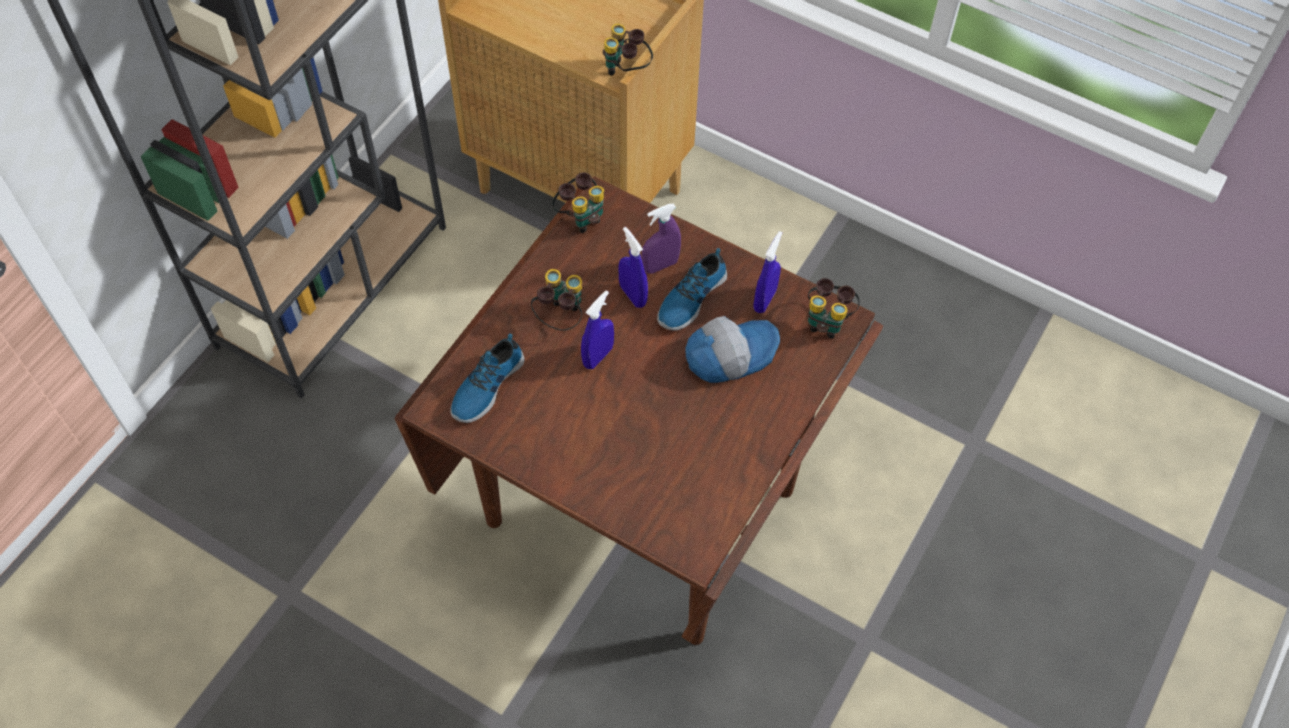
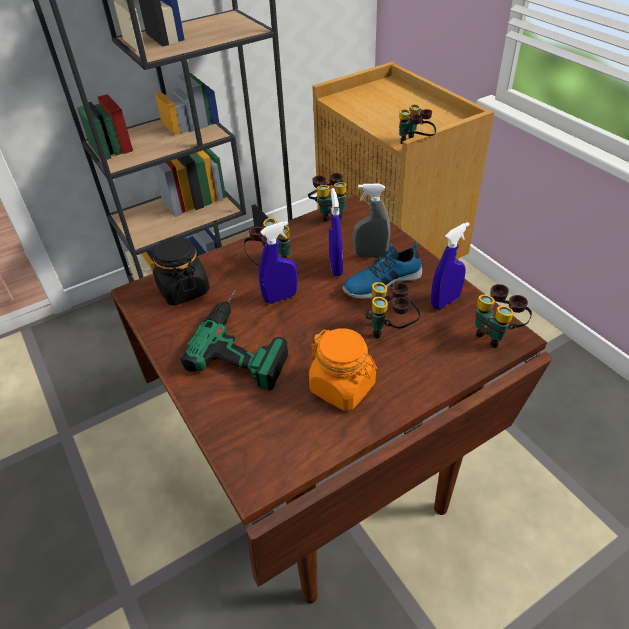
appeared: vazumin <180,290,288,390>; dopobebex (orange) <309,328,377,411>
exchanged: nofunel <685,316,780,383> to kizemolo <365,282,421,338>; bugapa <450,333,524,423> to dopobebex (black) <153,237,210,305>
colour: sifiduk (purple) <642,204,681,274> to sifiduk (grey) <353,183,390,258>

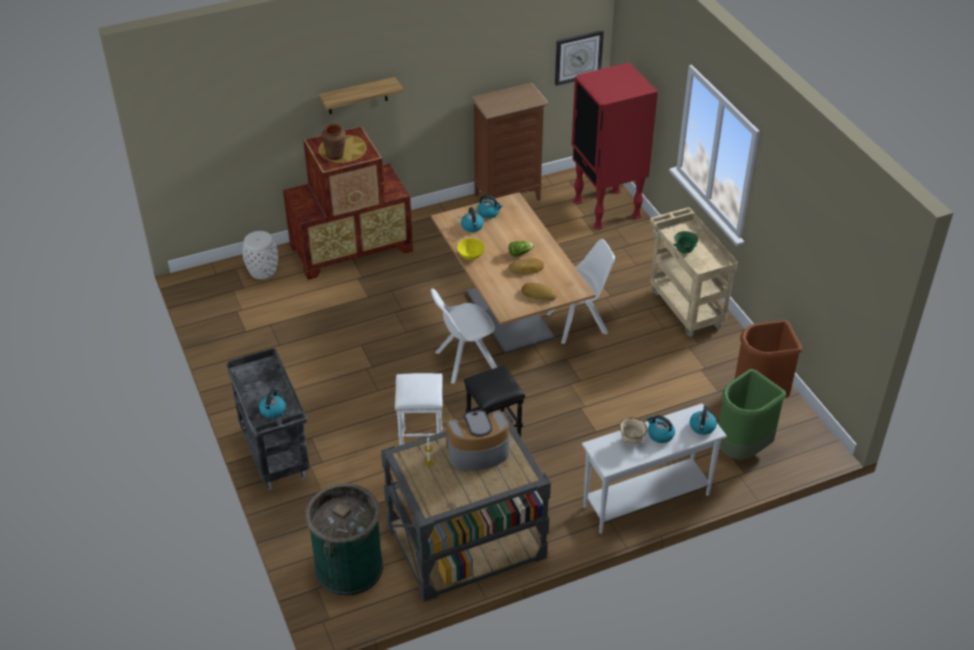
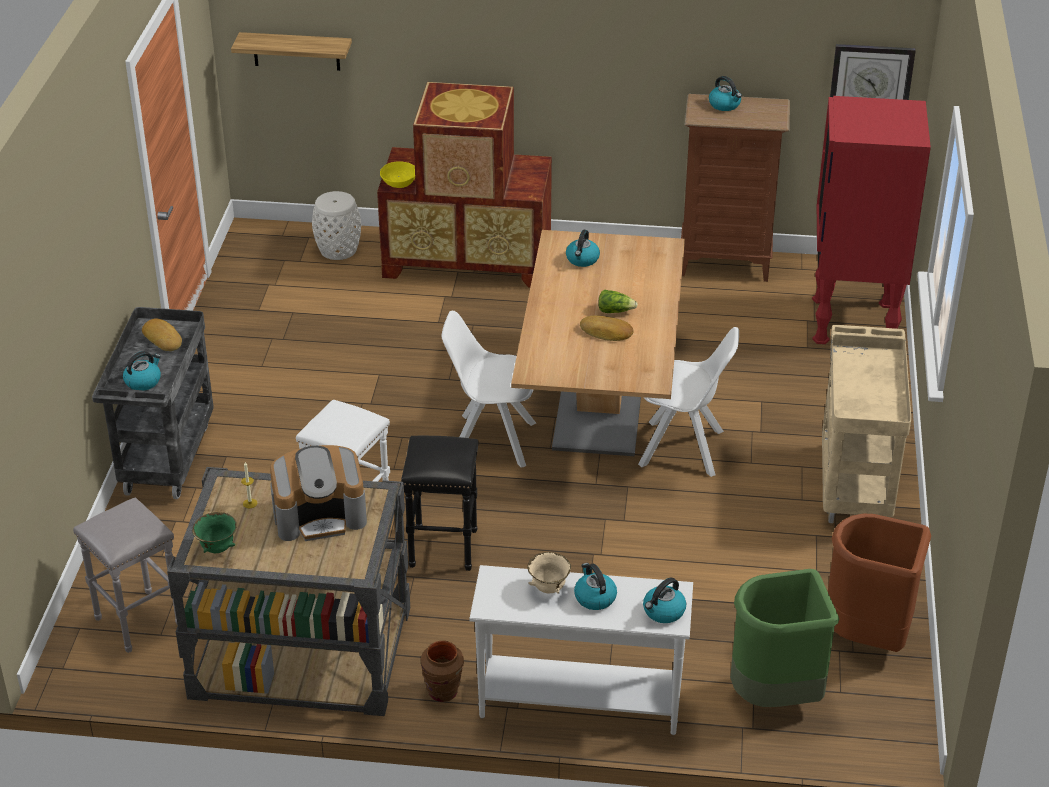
relocated: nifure <318,77,404,114> to <231,32,352,71>; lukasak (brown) <322,124,346,160> to <421,640,464,702>; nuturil <477,195,503,218> to <709,76,742,111>; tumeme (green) <673,231,698,254> to <192,512,237,553>; tumeme (yellow) <457,238,485,259> to <380,161,415,188>; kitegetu <521,283,557,301> to <142,318,182,351>
exchanged: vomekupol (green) <305,484,383,596> to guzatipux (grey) <73,498,178,653>
spun: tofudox <446,410,510,470> = <270,445,367,541> 150 degrees clockwise

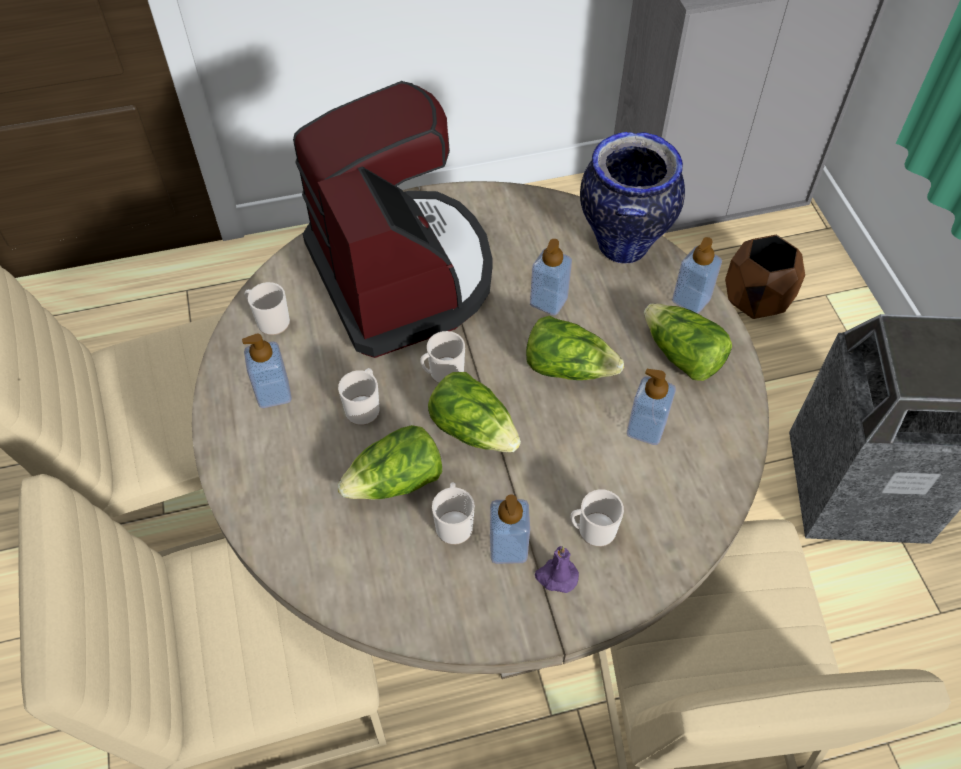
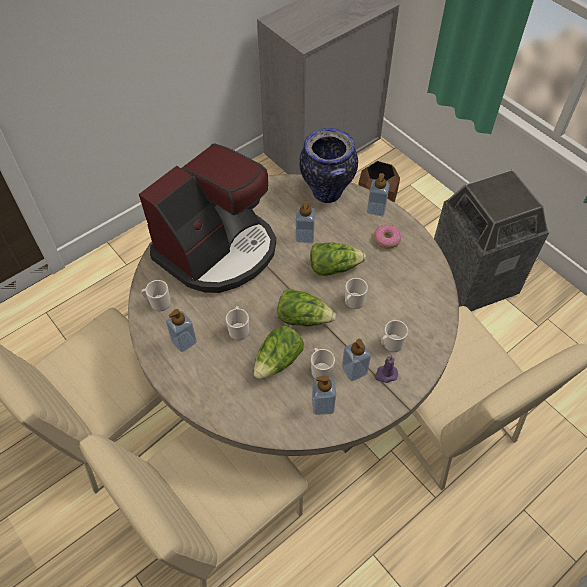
relocated: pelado <420,331,465,383> to <345,278,368,309>; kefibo <627,369,676,445> to <312,375,336,415>
exchanged: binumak <644,304,732,381> to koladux <374,224,402,248>
spun: tofudox <293,81,493,358> = <139,144,276,293> 90 degrees clockwise

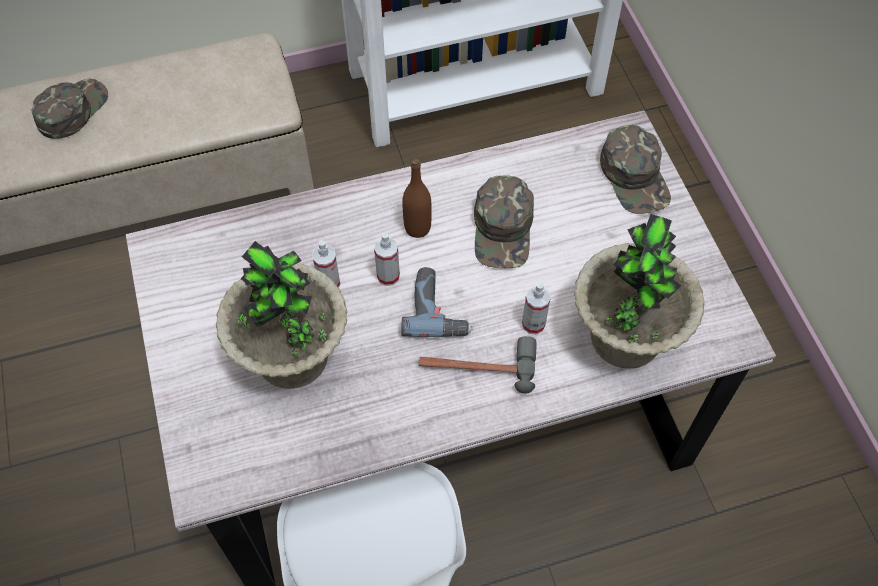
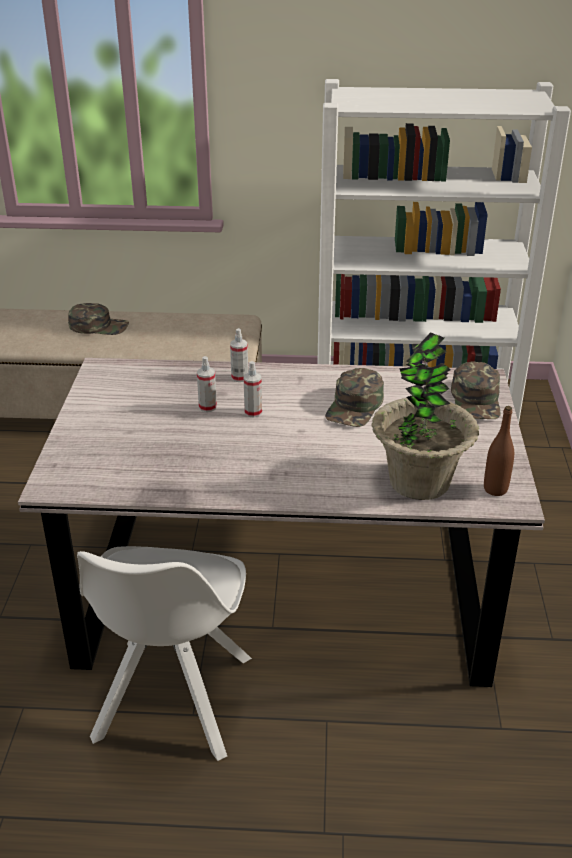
missing: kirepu <216,241,347,389>; vazumin <401,267,473,337>; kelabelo <419,336,536,394>
relocated: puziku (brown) <402,158,432,238> to <484,406,514,496>; sifiduk <522,282,551,335> to <230,328,248,382>
spun: nofunel (green) <32,79,108,139> = <68,303,129,335> 45 degrees clockwise

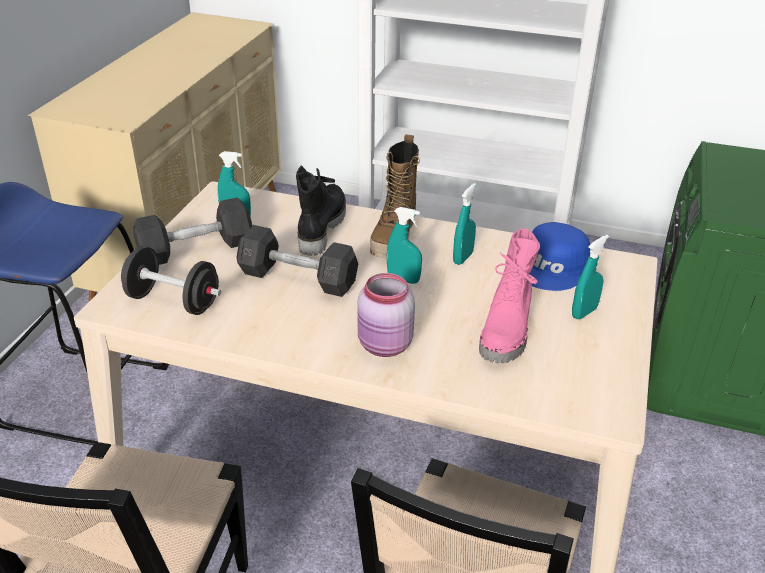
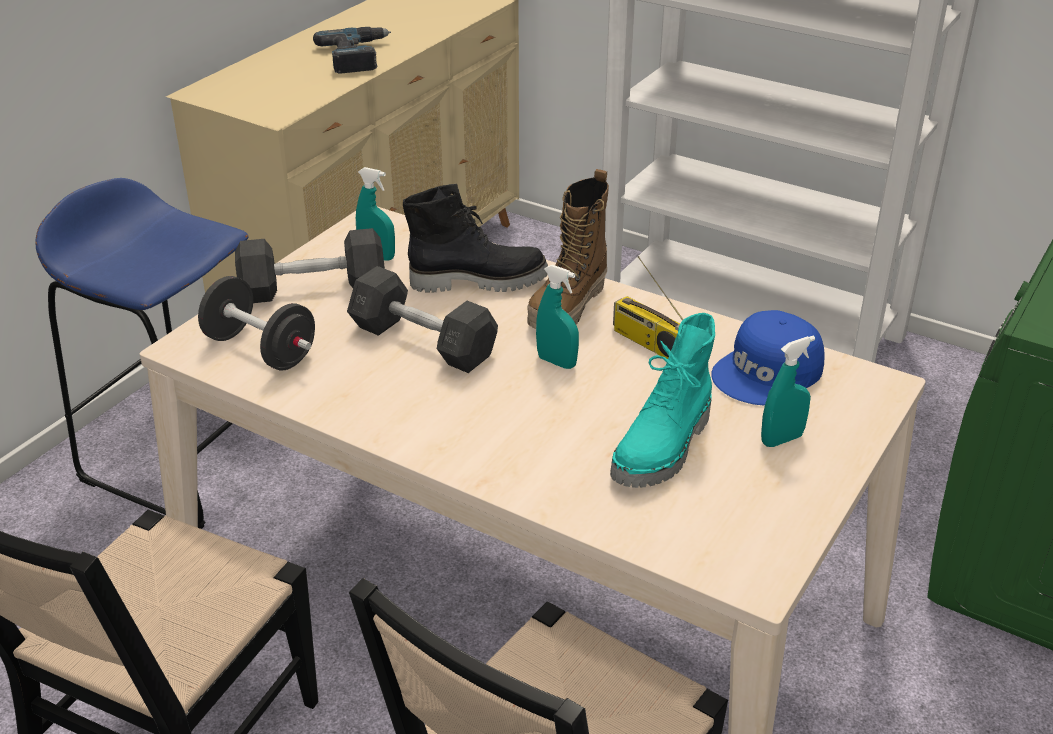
missing: dopobebex (pink) <358,273,415,357>
appeared: vazumin <313,27,391,74>
exchanged: sifiduk (turquoise) <453,183,476,265> to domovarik <613,256,683,359>
colour: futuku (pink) <479,228,540,363> to futuku (turquoise) <610,313,715,488>
spun: futuku (black) <296,165,346,256> = <403,184,548,293> 60 degrees clockwise

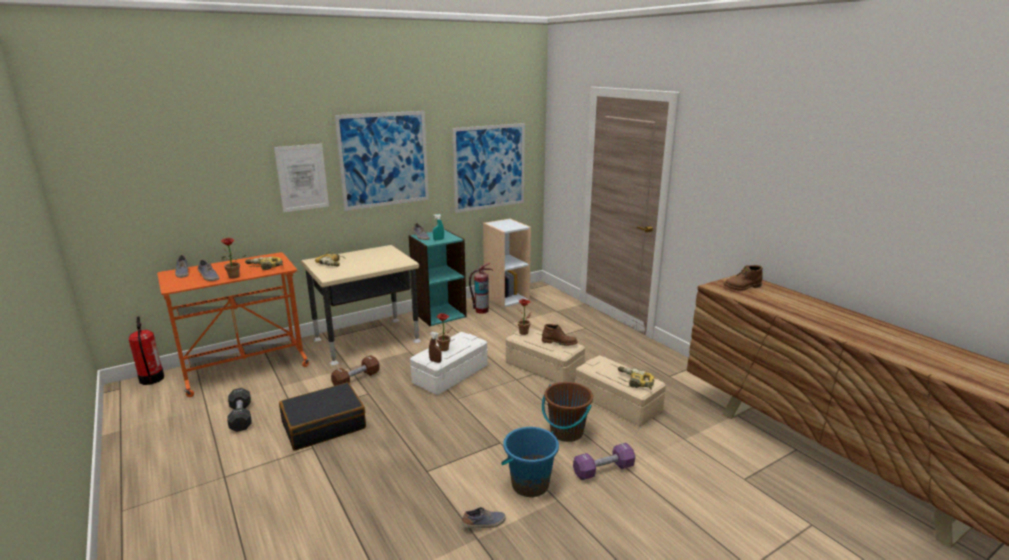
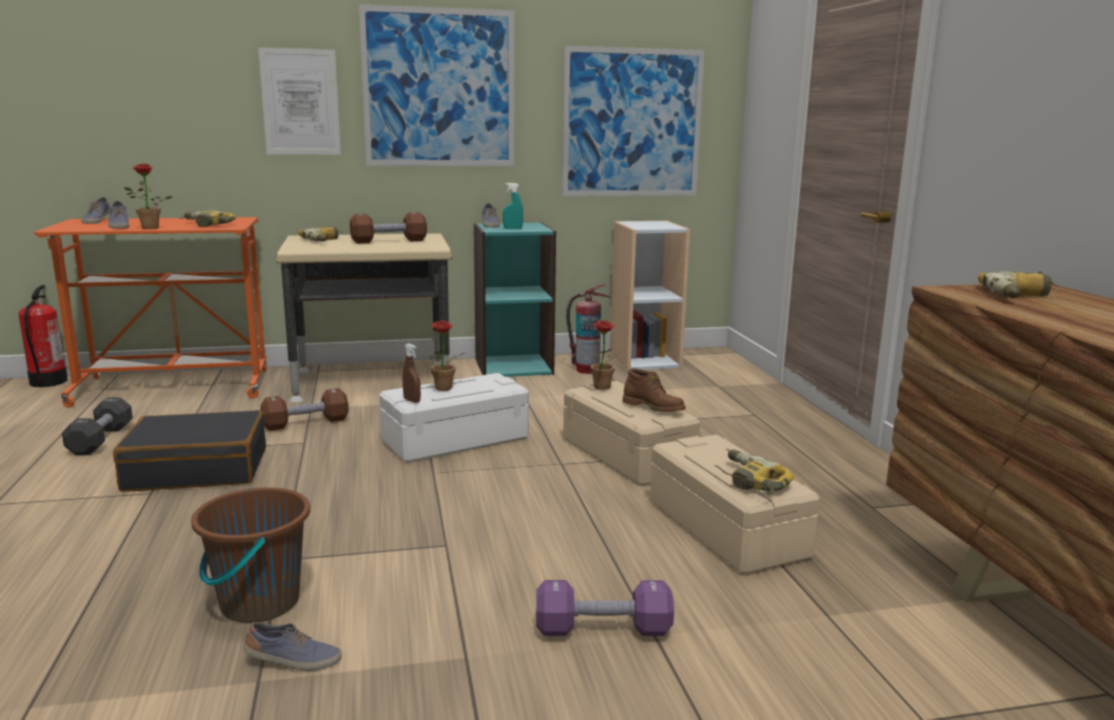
missing: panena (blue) <501,427,559,497>
appeared: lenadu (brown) <350,213,427,244>
relocated: panena (brown) <542,382,593,442> to <191,487,310,623>
exchanged: futuku (brown) <724,265,763,291> to vazumin <978,271,1059,299>

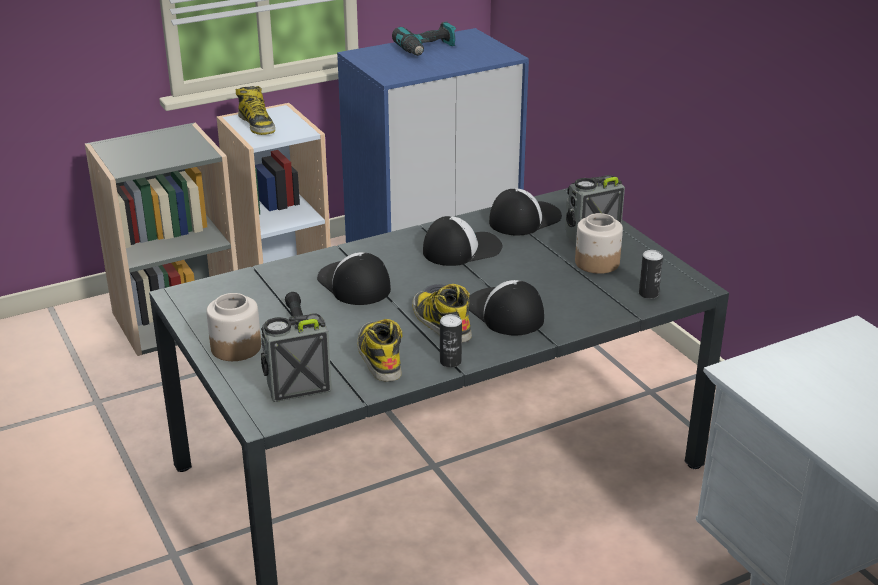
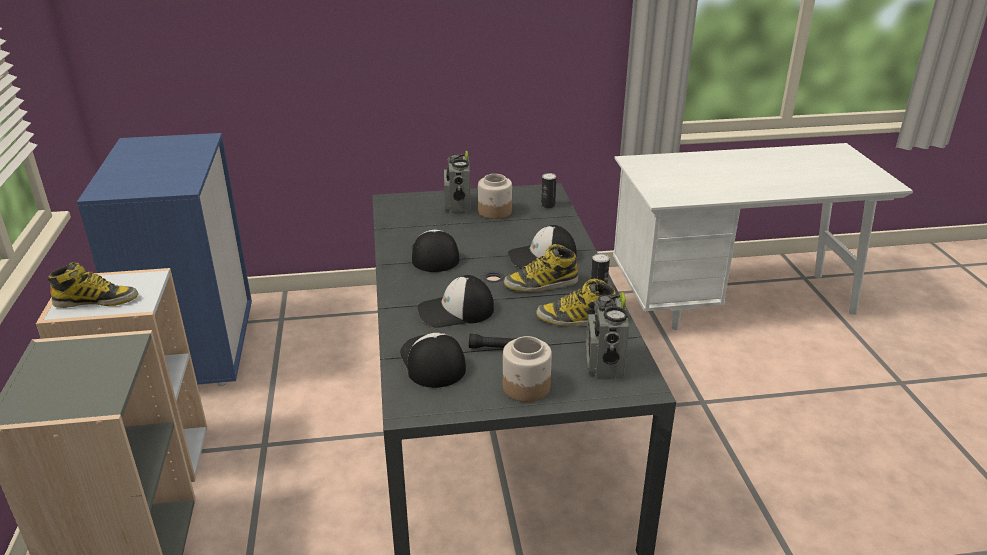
missing: vazumin <392,22,456,56>
relocated: nofunel <489,189,562,235> to <400,333,466,388>

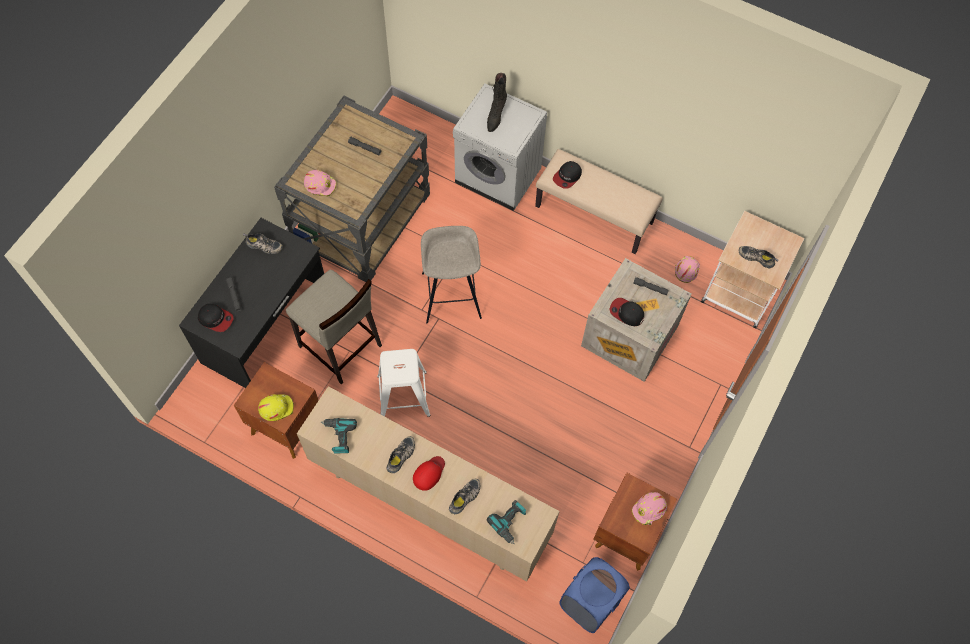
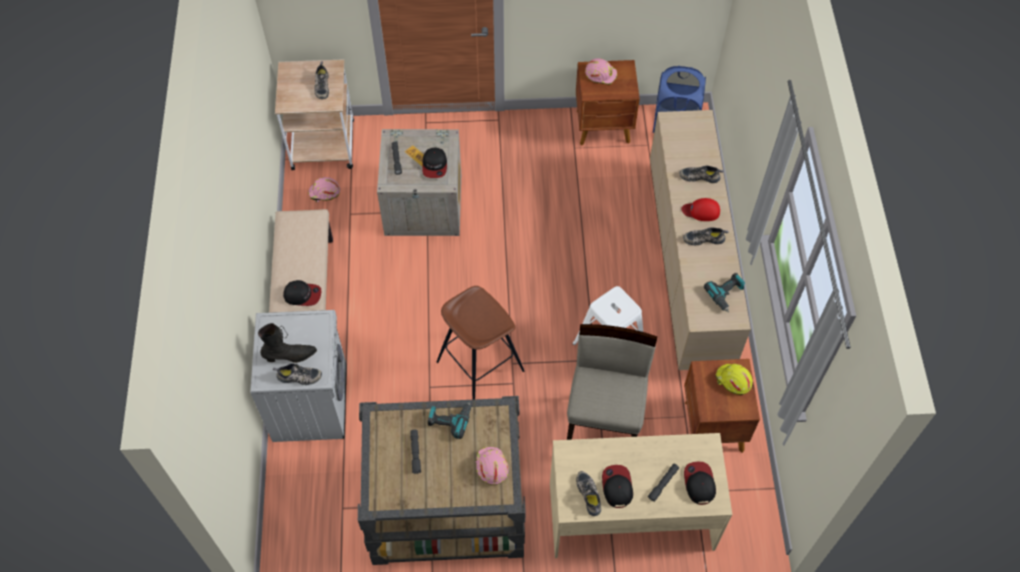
appeared: bugapa <273,363,322,385>; nofunel <602,465,633,508>
relocated: vazumin <487,500,526,544> to <428,401,471,439>
colour: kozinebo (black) <179,218,324,388> to kozinebo (beige) <550,433,732,558>; guzatipux (grey) <421,226,482,323> to guzatipux (brown) <436,286,524,400>

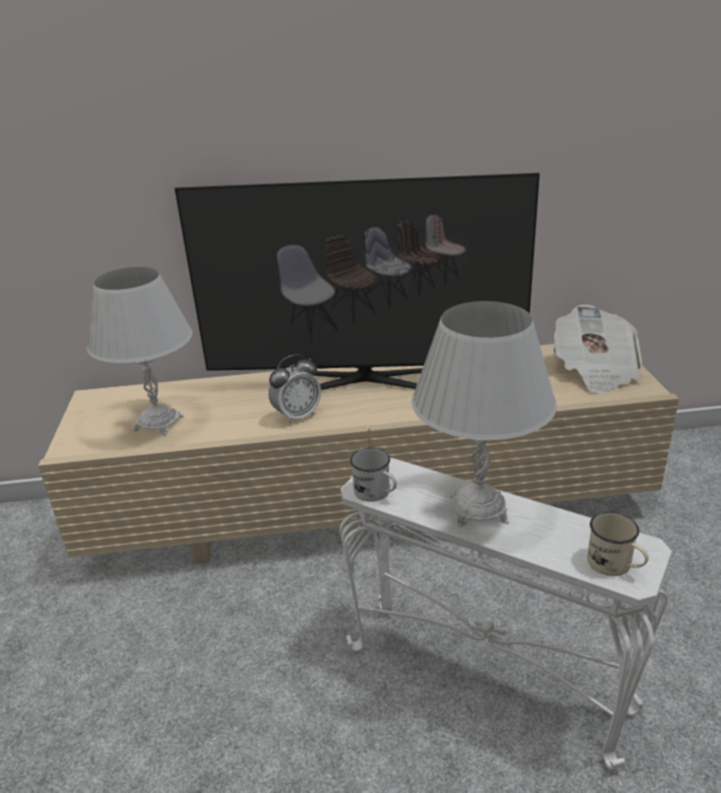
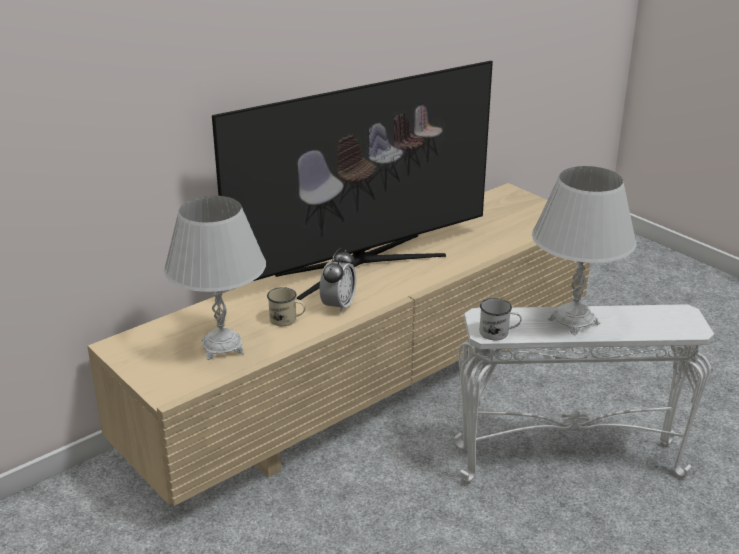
missing: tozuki <553,304,642,394>
relocated: pelado (beige) <587,512,649,576> to <267,287,305,326>

